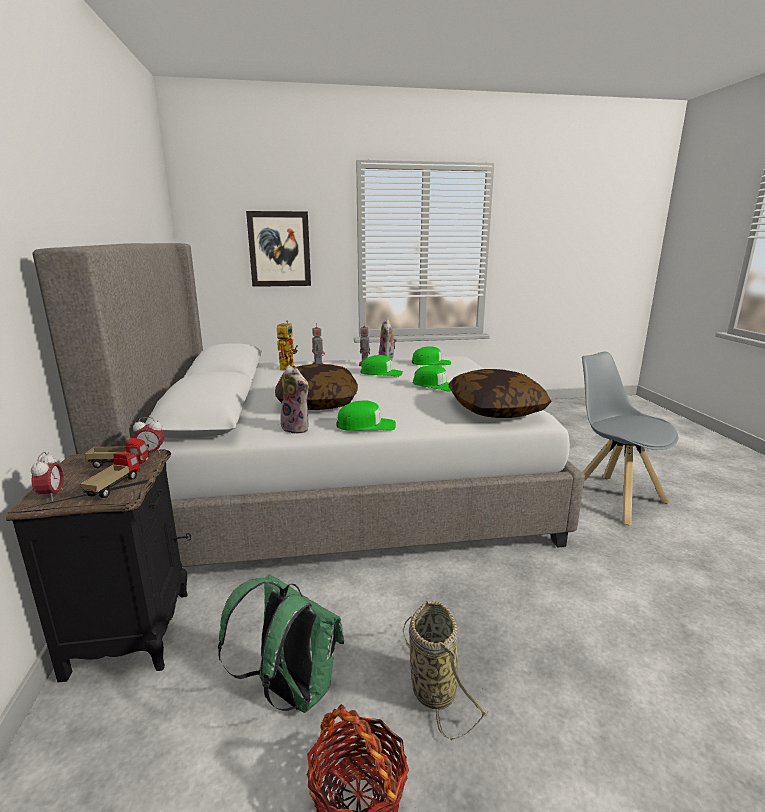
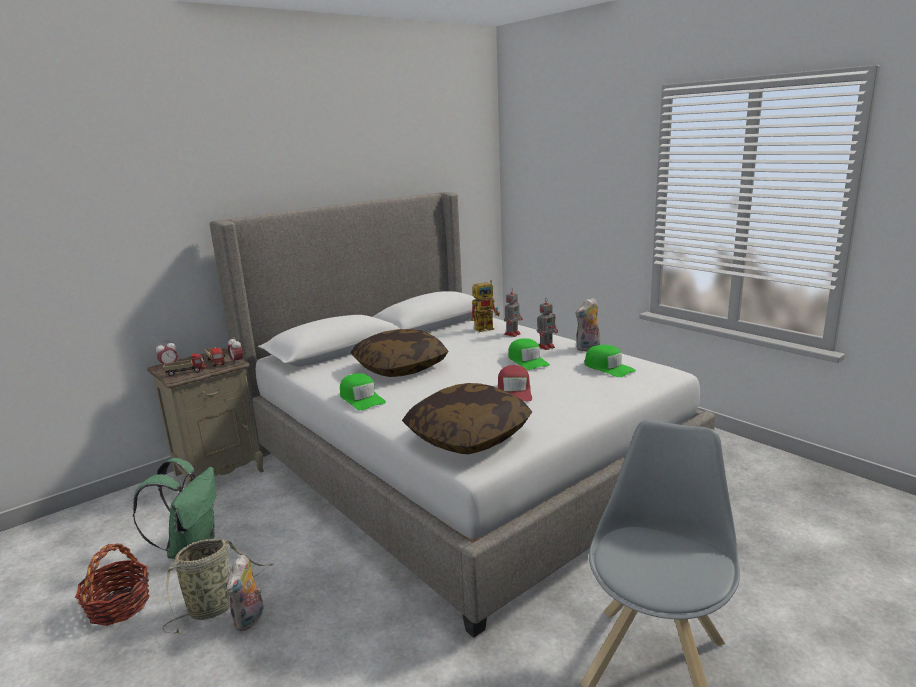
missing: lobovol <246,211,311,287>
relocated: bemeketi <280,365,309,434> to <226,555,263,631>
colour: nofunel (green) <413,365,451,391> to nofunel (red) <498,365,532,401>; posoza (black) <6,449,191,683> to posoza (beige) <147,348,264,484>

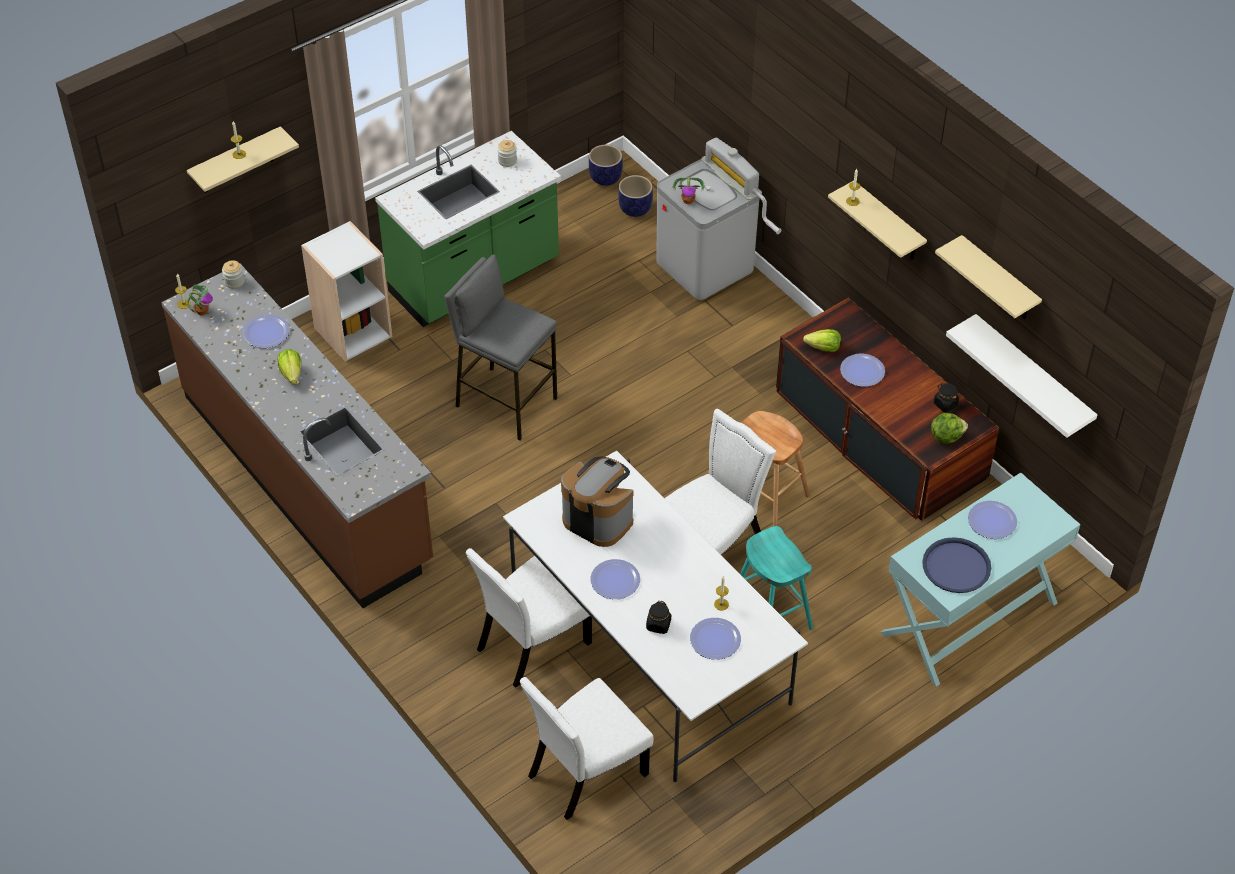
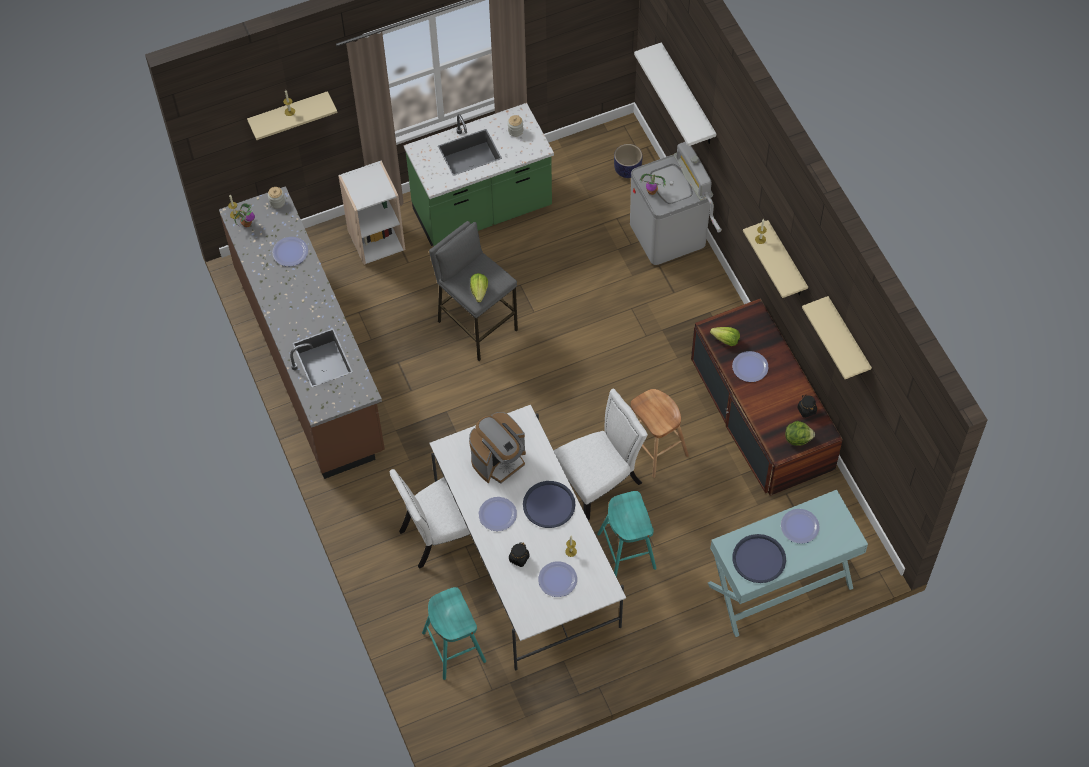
missing: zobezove <589,145,623,186>
appeared: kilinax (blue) <523,481,575,528>
relocated: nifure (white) <946,314,1097,438> to <634,42,716,146>; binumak <278,350,301,385> to <470,273,488,302>
exchanged: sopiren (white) <520,677,653,820> to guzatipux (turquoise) <422,587,486,680>
spun: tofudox <561,456,634,547> = <469,412,526,484> 90 degrees clockwise

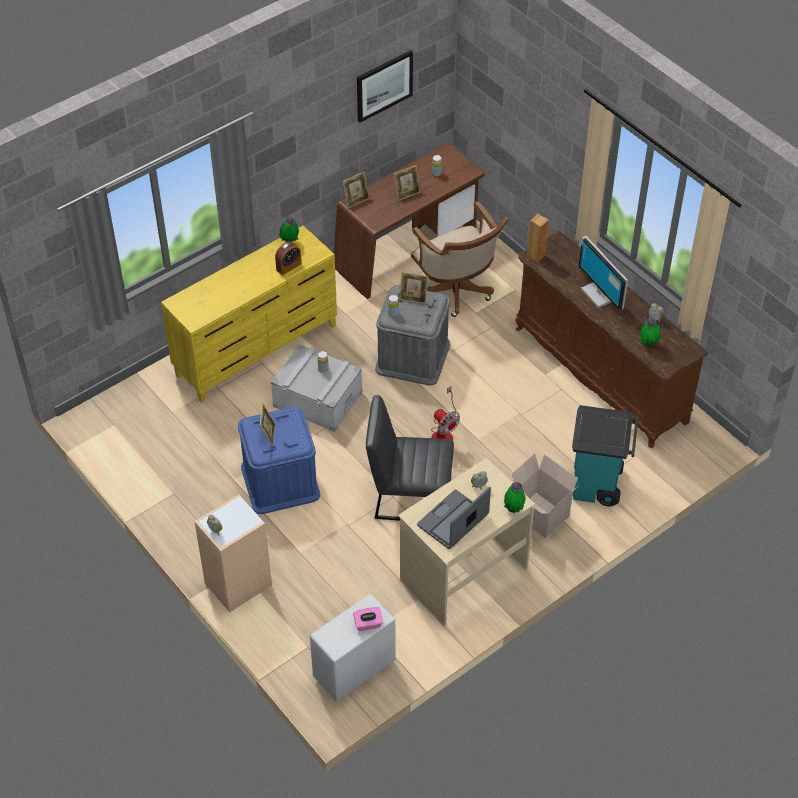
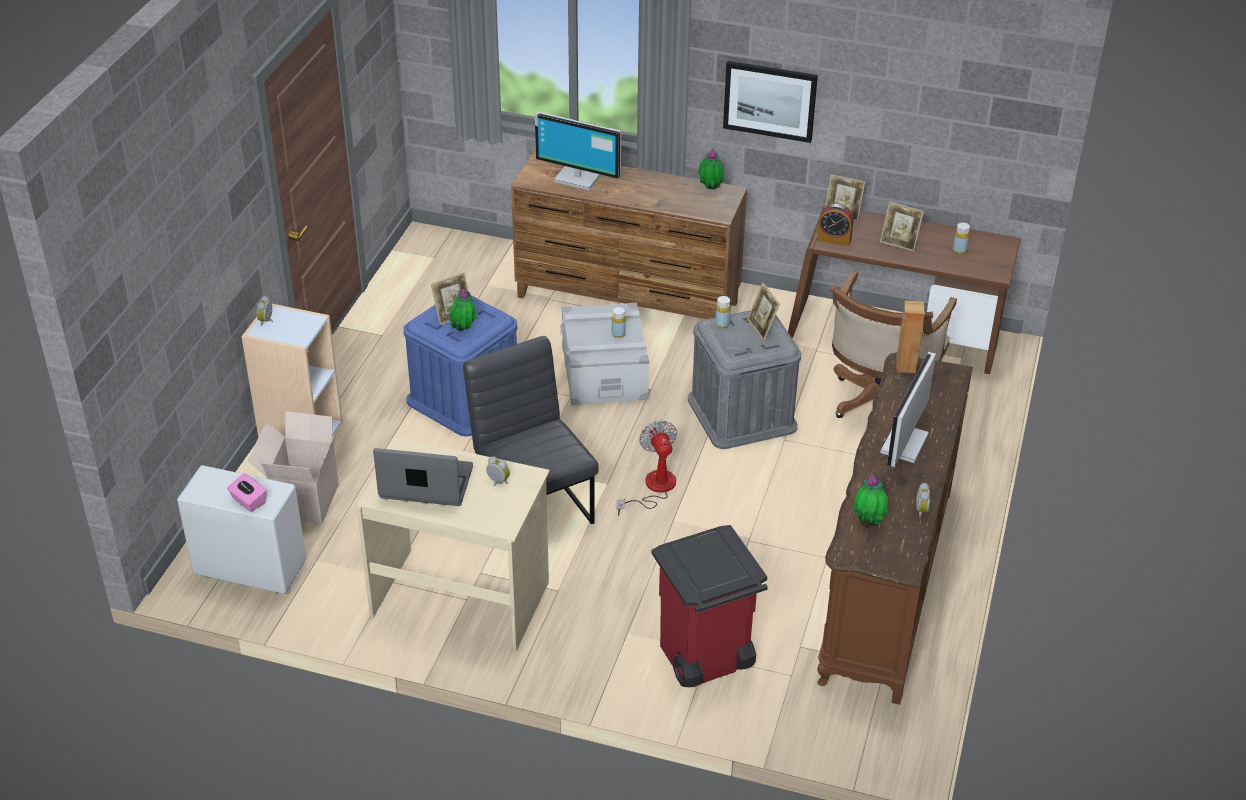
appeared: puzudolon <535,111,621,190>
relocated: lobovol <357,50,413,123> to <723,61,818,143>; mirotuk <275,242,301,275> to <817,204,853,246>; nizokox <512,453,579,538> to <248,411,339,524>; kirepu <504,482,526,514> to <449,289,477,331>
colour: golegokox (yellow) <161,226,337,403> to golegokox (brown) <511,151,747,319>; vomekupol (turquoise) <572,405,639,507> to vomekupol (red) <651,525,768,687>
spun: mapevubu <431,386,460,440> = <617,421,677,516> 150 degrees clockwise

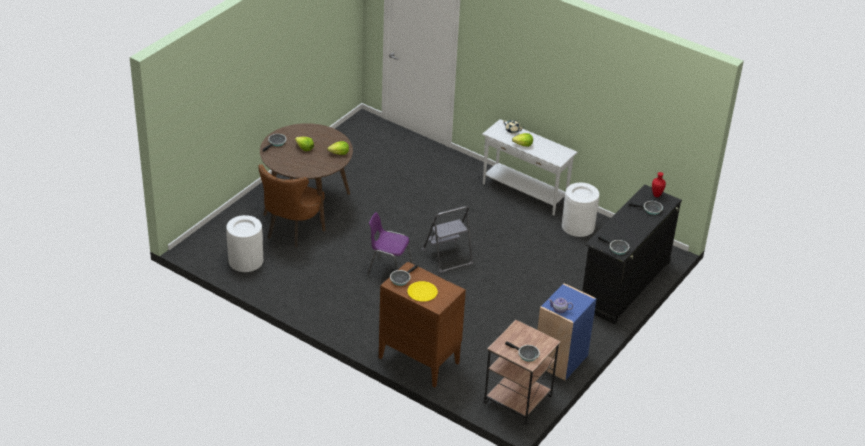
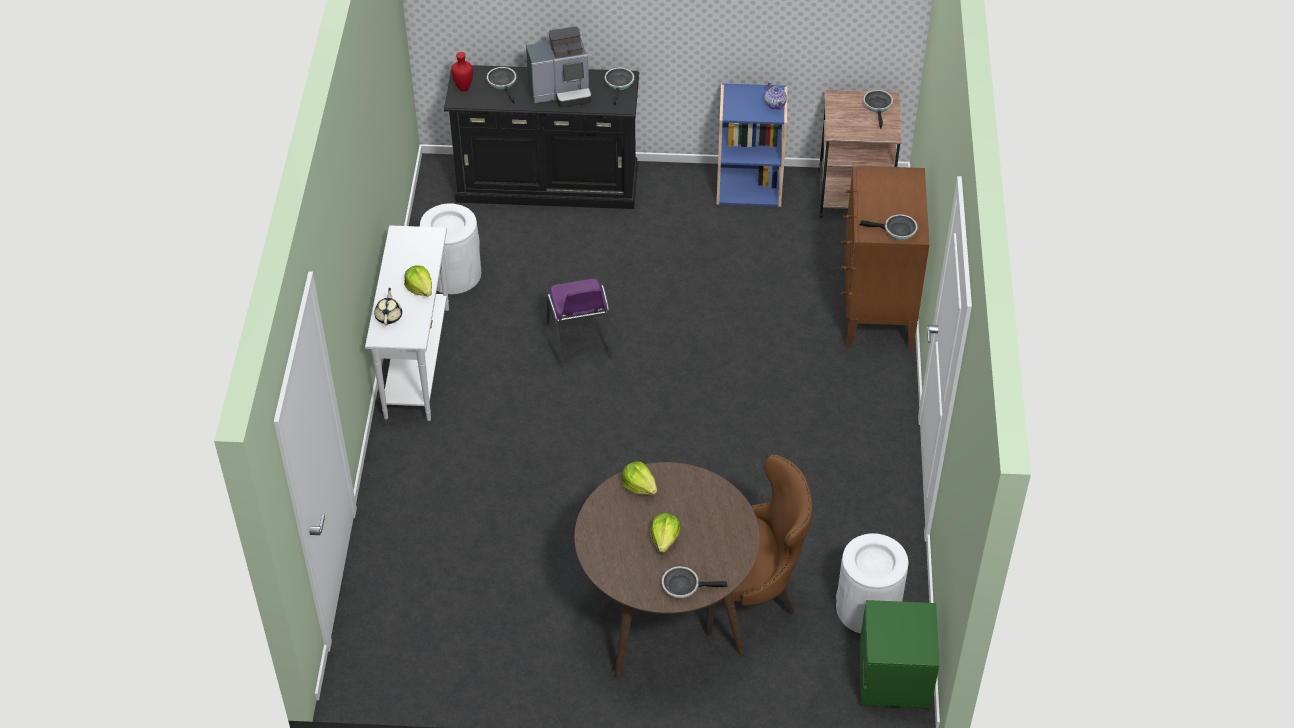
missing: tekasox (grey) <422,206,473,273>; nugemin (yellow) <407,281,438,302>
appeared: tofudox <526,26,592,108>; posoza (green) <860,600,940,709>
relocated: sopiren (purple) <367,212,413,276> to <547,279,612,367>

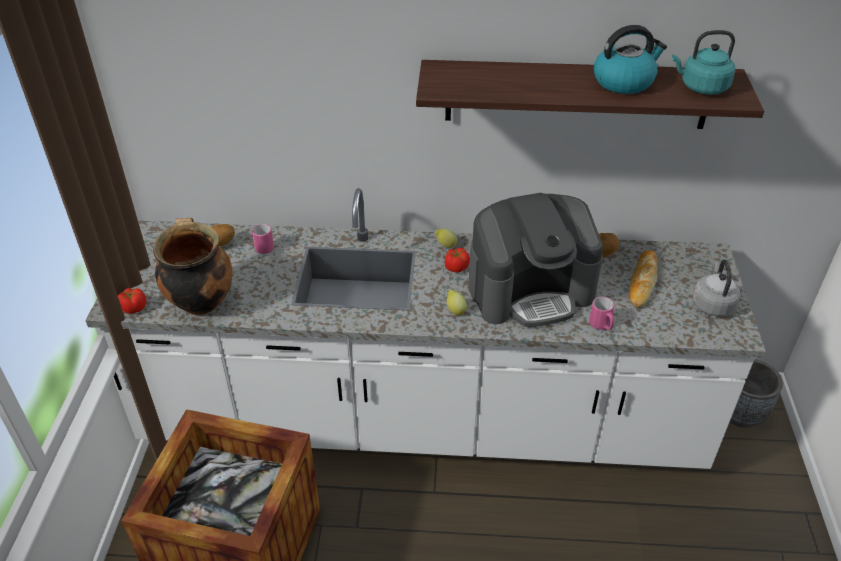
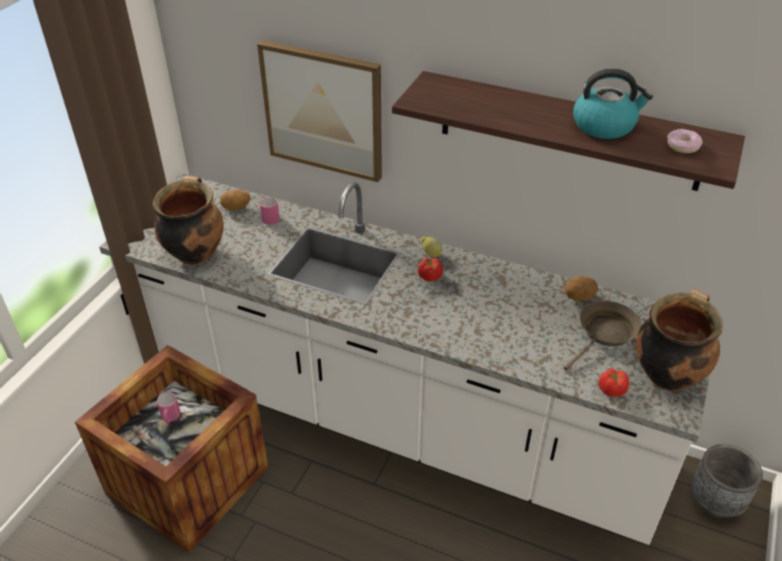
missing: tofudox <468,193,603,327>; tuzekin <447,289,467,315>
appeared: lobovol <257,40,382,182>
relocated: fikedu <118,288,146,314> to <599,368,629,397>; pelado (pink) <589,297,614,330> to <157,392,180,424>
exchanged: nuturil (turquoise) <672,30,735,95> to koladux <667,129,702,153>; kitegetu <629,250,657,307> to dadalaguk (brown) <564,301,641,371>; nuturil (grey) <693,260,740,317> to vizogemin <636,289,723,390>

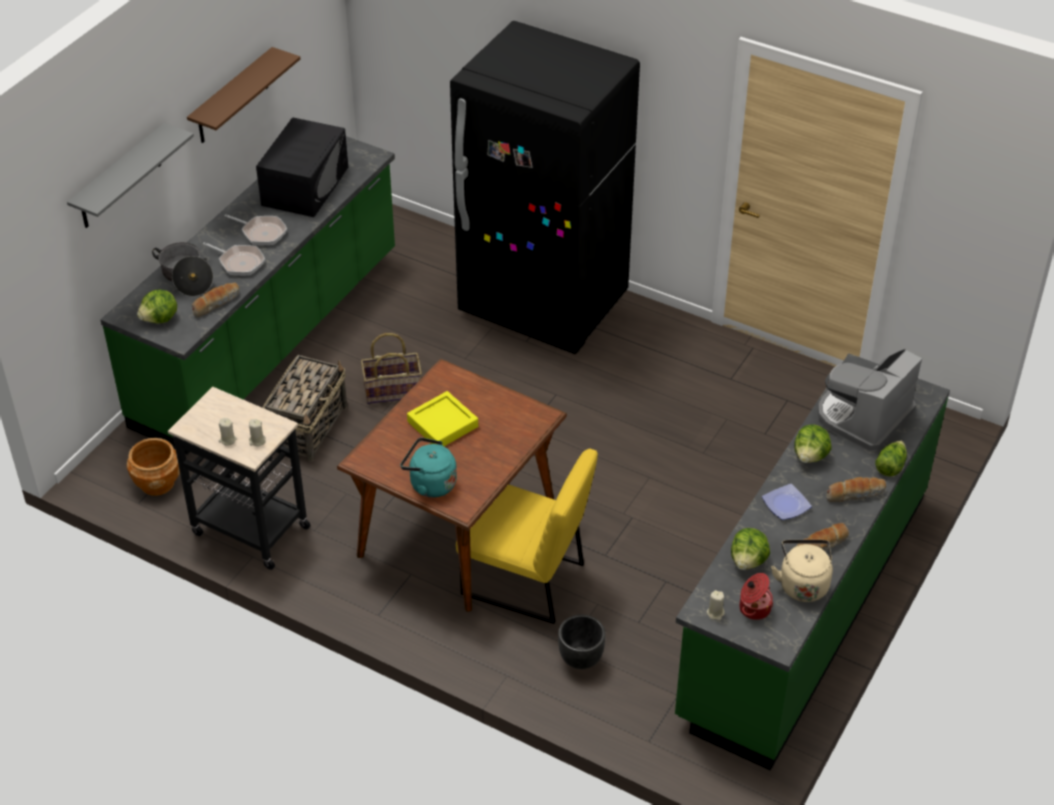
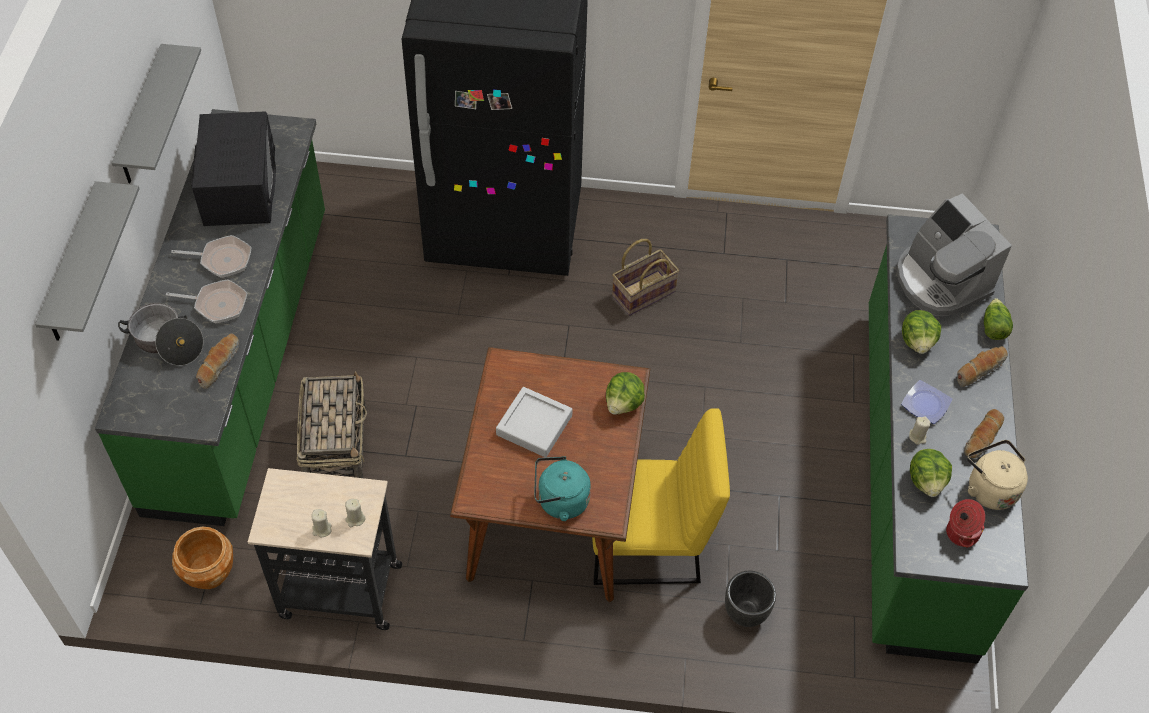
relocated: binumak <137,290,177,323> to <606,372,645,414>; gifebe <361,333,422,404> to <612,239,679,316>; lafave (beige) <707,590,725,621> to <909,416,930,445>
colour: nifure (brown) <187,47,300,143> to nifure (grey) <112,44,201,183>; kilinax (yellow) <407,391,478,446> to kilinax (grey) <496,387,573,457>
spun: tofudox <818,348,922,452> = <896,193,1012,316> 45 degrees counterclockwise

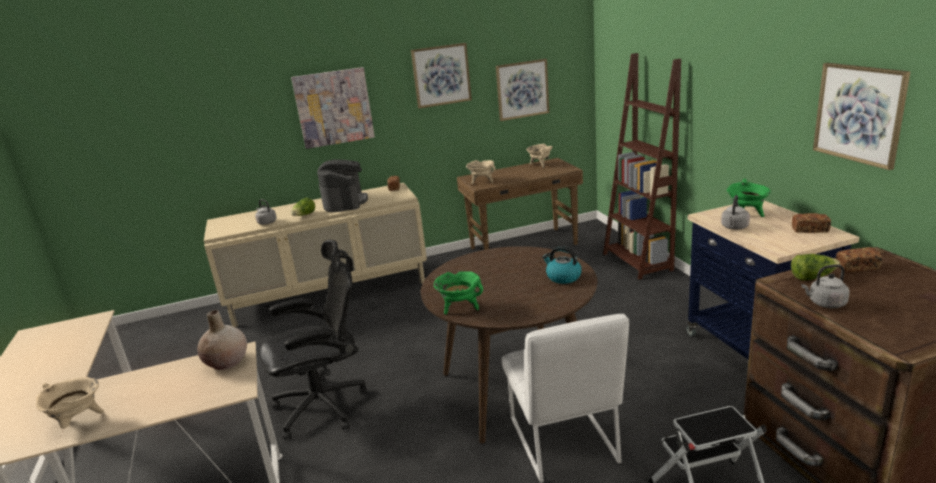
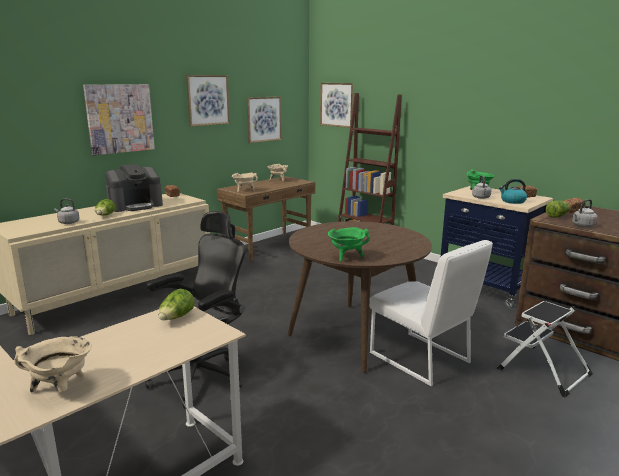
relocated: lobovol <813,63,910,170> to <320,83,354,128>; nuturil <542,246,582,284> to <499,179,527,204>
exchanged: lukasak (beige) <197,310,247,370> to binumak <158,289,194,320>
spun: tofudox <317,160,368,212> = <105,164,163,212> 90 degrees clockwise

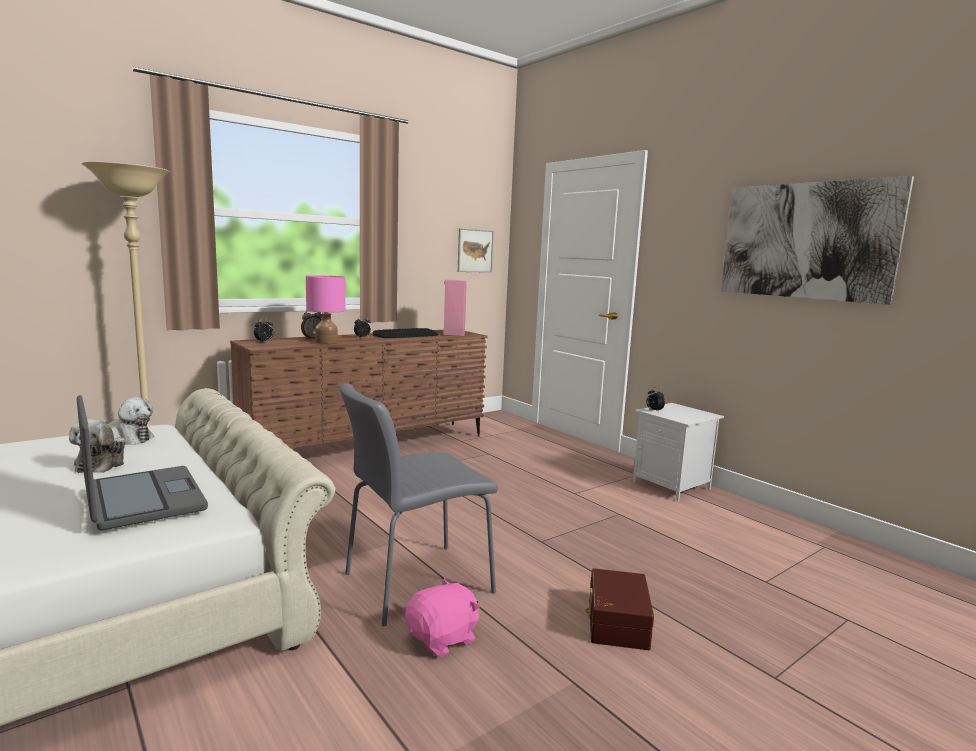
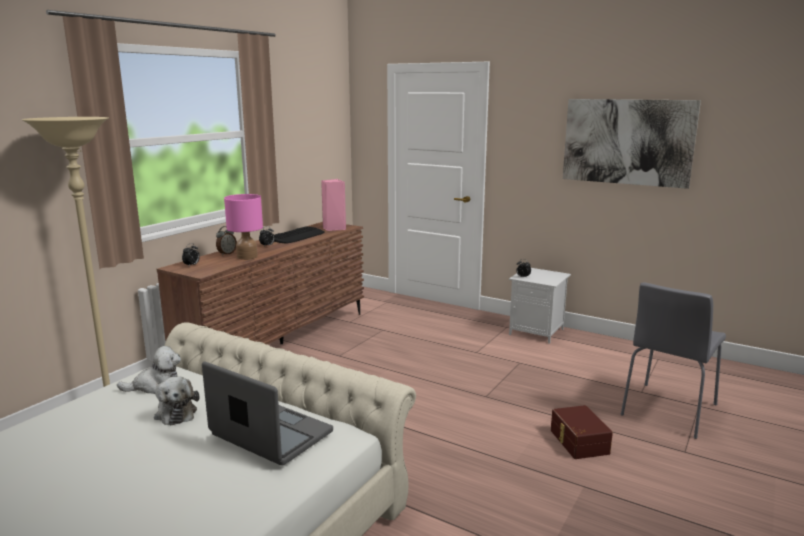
missing: lobovol <458,228,494,273>; bemeketi (pink) <405,579,480,657>
relocated: sopiren (grey) <339,383,498,626> to <621,283,726,439>

